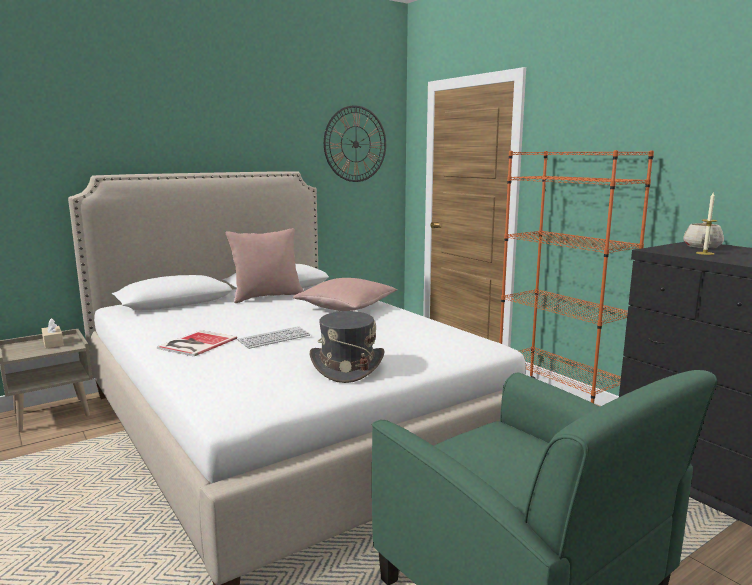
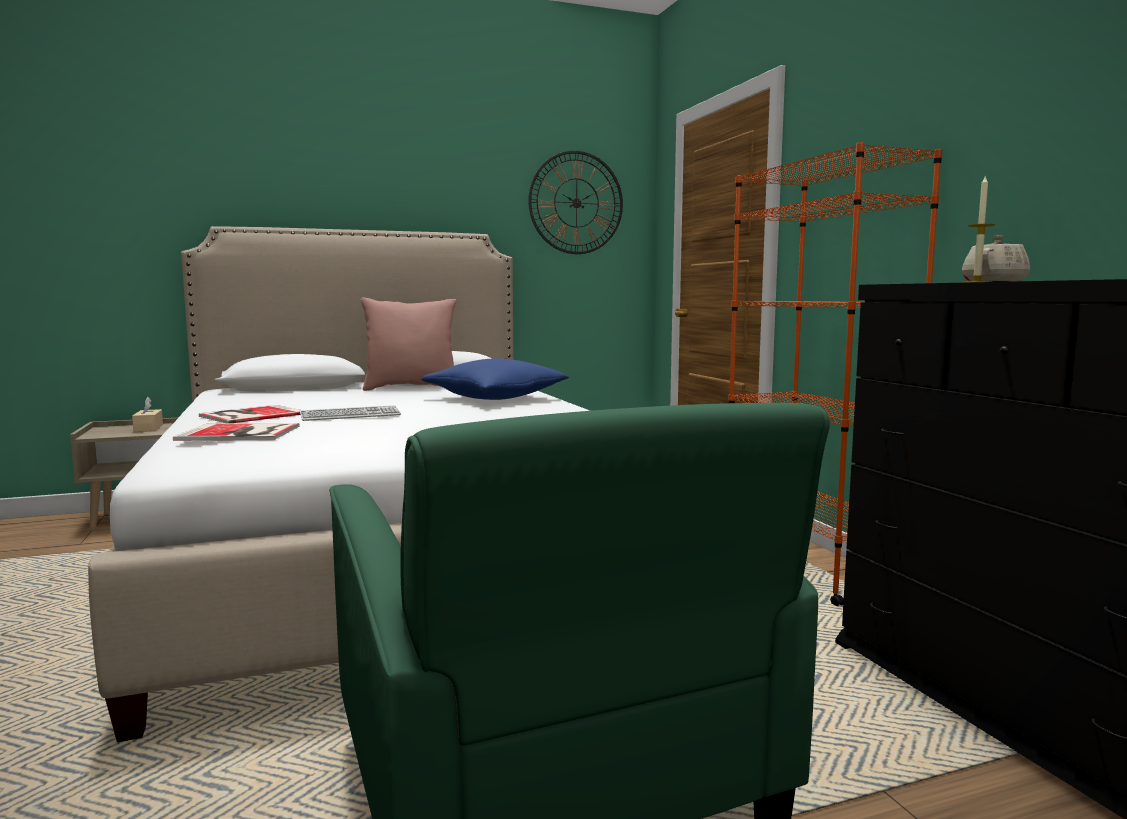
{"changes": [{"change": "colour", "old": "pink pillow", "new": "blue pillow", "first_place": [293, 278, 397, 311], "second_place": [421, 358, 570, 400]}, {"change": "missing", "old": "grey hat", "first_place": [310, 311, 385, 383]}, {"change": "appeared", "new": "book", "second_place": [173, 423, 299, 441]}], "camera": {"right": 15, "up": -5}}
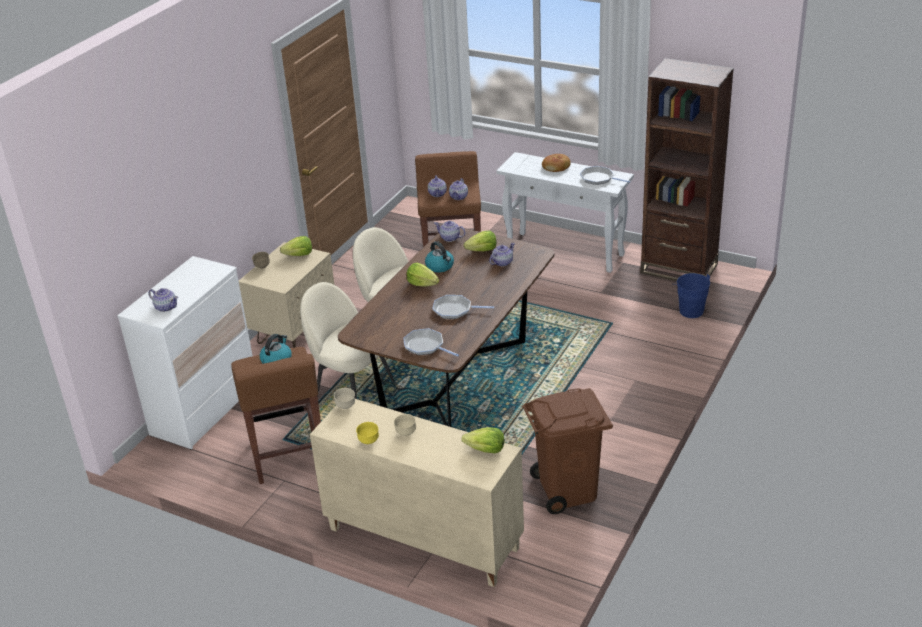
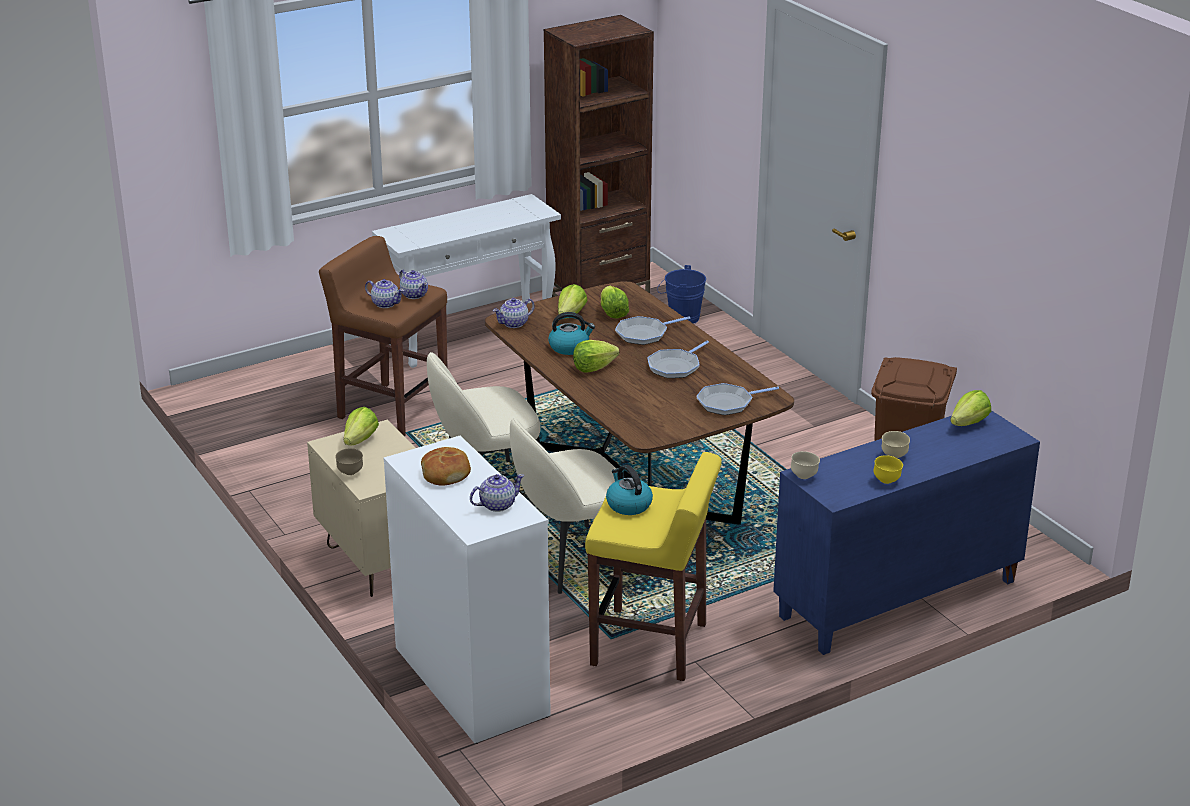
{"changes": [{"change": "relocated", "old": "bread", "first_place": [542, 154, 571, 172], "second_place": [421, 447, 471, 486]}, {"change": "relocated", "old": "frying pan", "first_place": [580, 166, 631, 185], "second_place": [615, 316, 690, 345]}, {"change": "exchanged", "old": "teapot", "new": "lettuce", "first_place": [489, 243, 515, 266], "second_place": [601, 286, 629, 319]}, {"change": "colour", "old": "brown stool", "new": "yellow stool", "first_place": [231, 347, 321, 484], "second_place": [585, 452, 722, 681]}, {"change": "colour", "old": "beige cabinet", "new": "blue cabinet", "first_place": [310, 399, 524, 587], "second_place": [773, 410, 1040, 655]}], "camera": {"right": -60, "up": -5}}
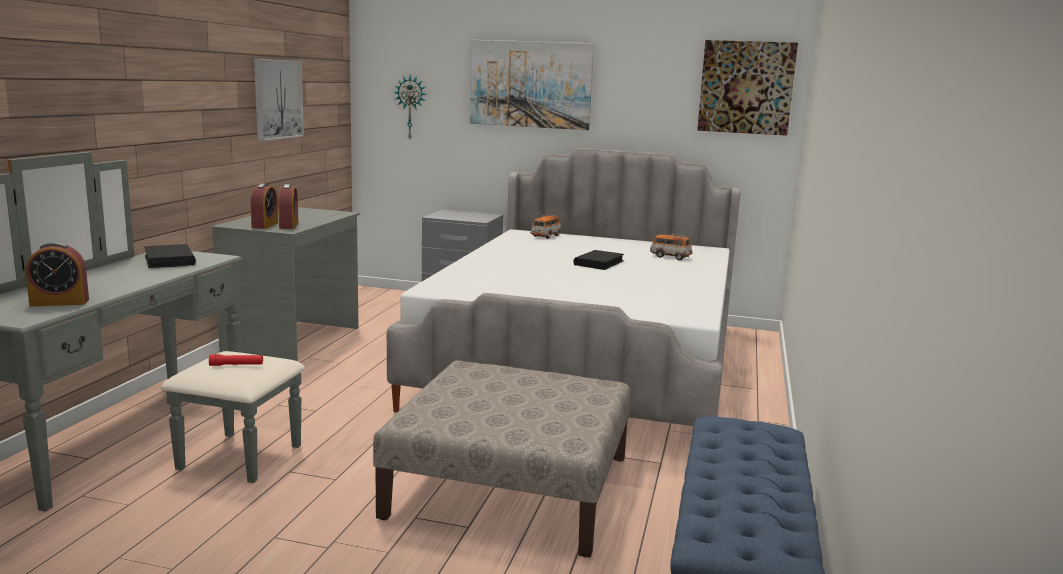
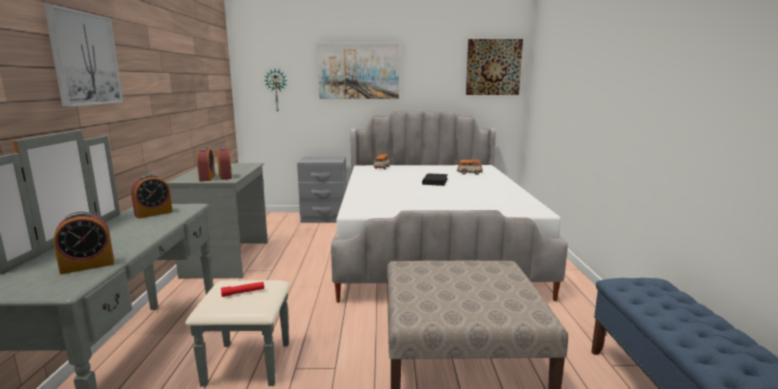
{"changes": [{"change": "relocated", "old": "picture", "first_place": [254, 58, 304, 141], "second_place": [44, 5, 123, 107]}, {"change": "exchanged", "old": "black book", "new": "alarm clock", "first_place": [144, 244, 196, 268], "second_place": [131, 174, 173, 219]}], "camera": {"right": -15, "up": 0}}
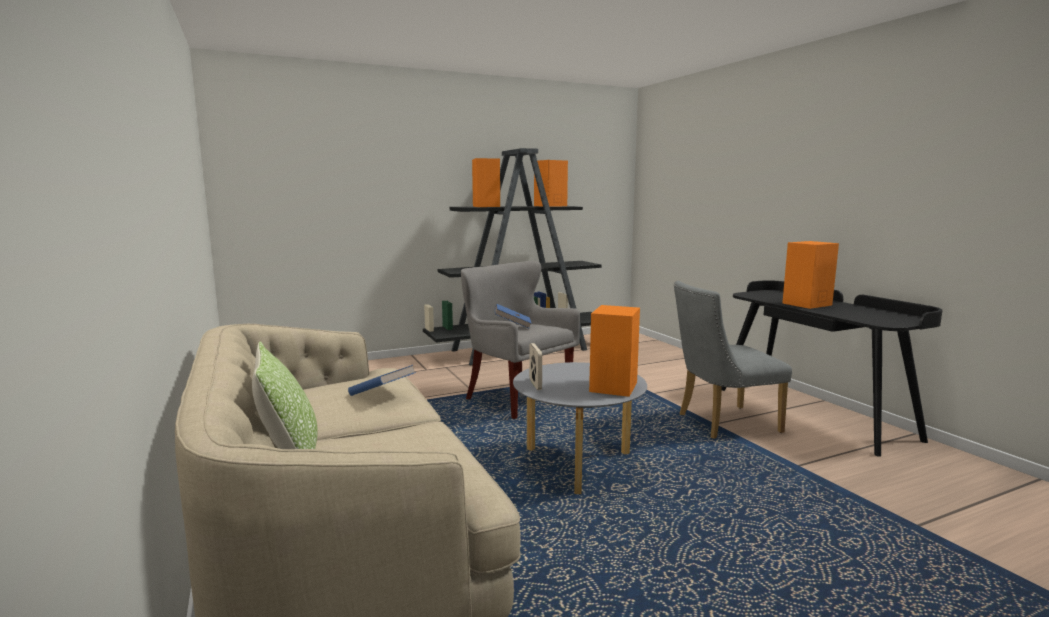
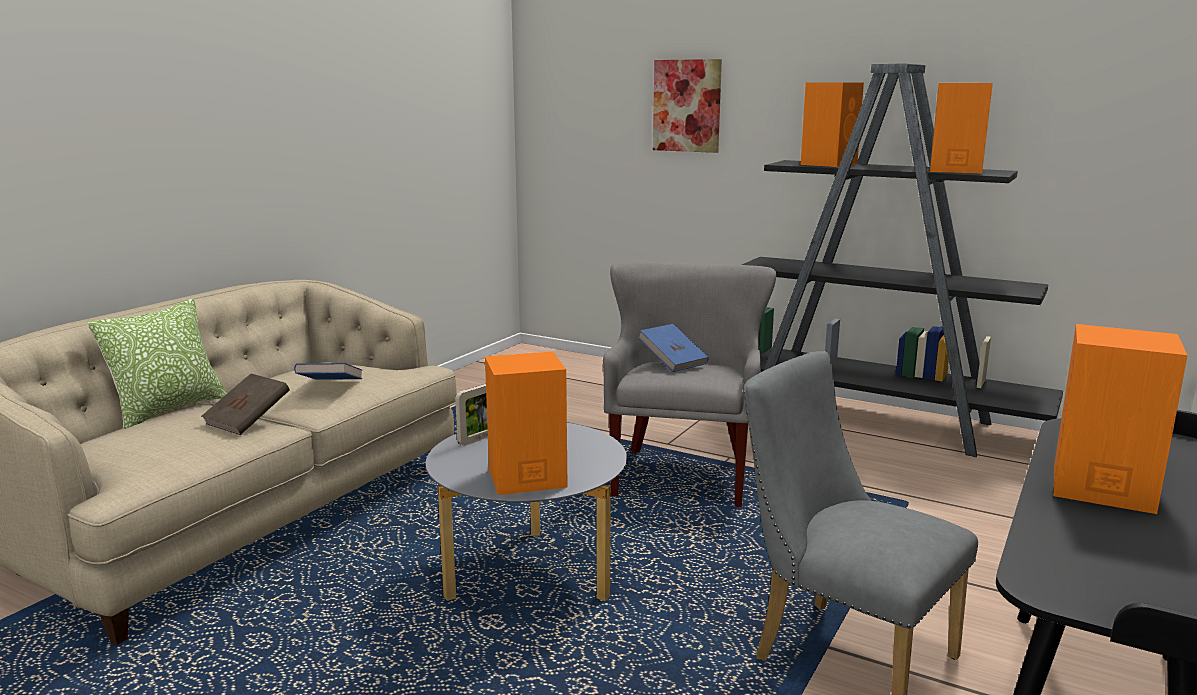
{"changes": [{"change": "appeared", "new": "picture", "second_place": [653, 59, 722, 153]}, {"change": "appeared", "new": "brown book", "second_place": [201, 374, 289, 435]}], "camera": {"right": 55, "up": 5}}
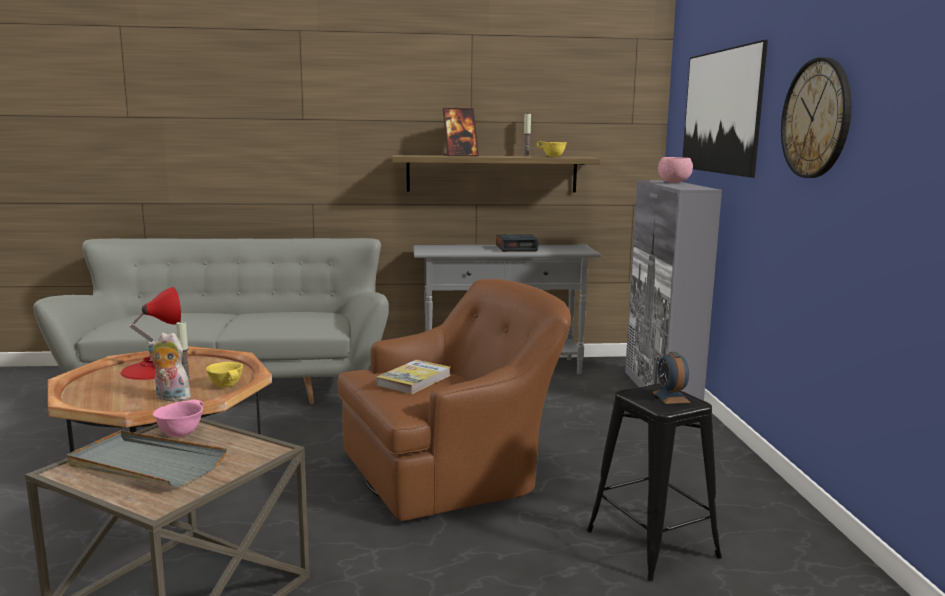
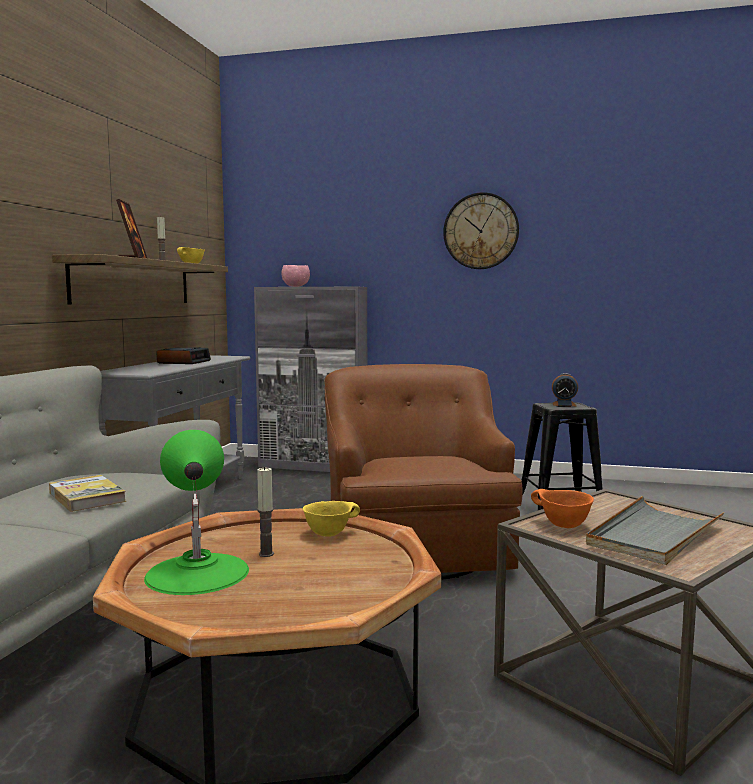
{"changes": [{"change": "missing", "old": "picture", "first_place": [683, 40, 768, 178]}, {"change": "colour", "old": "red table lamp", "new": "green table lamp", "first_place": [120, 287, 181, 380], "second_place": [144, 430, 249, 595]}, {"change": "missing", "old": "plush toy", "first_place": [148, 332, 194, 402]}, {"change": "relocated", "old": "book", "first_place": [376, 360, 451, 394], "second_place": [49, 475, 126, 512]}, {"change": "colour", "old": "pink bowl", "new": "orange bowl", "first_place": [153, 399, 204, 437], "second_place": [531, 489, 594, 528]}], "camera": {"right": -70, "up": -5}}
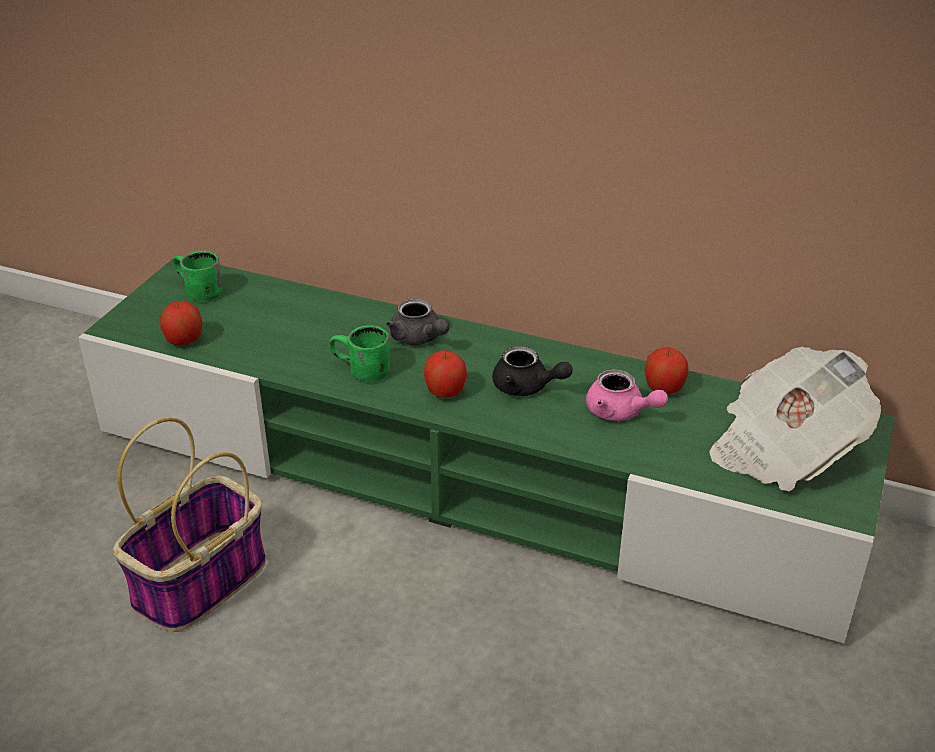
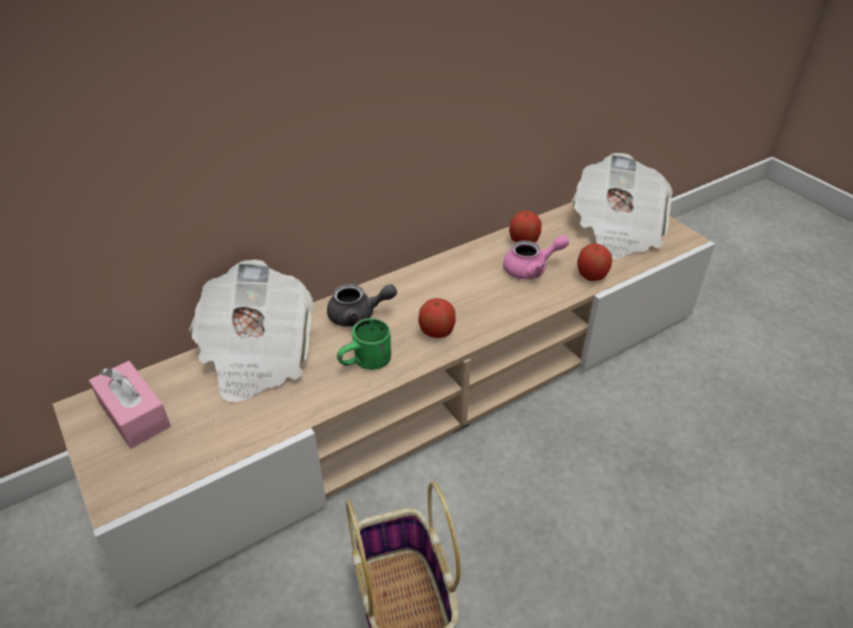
{"changes": [{"change": "exchanged", "old": "green mug", "new": "pink tissue box", "first_place": [173, 251, 222, 302], "second_place": [89, 361, 171, 448]}, {"change": "colour", "old": "green tv stand", "new": "beige tv stand", "first_place": [78, 255, 895, 644], "second_place": [53, 202, 715, 605]}, {"change": "relocated", "old": "apple", "first_place": [160, 301, 203, 346], "second_place": [577, 244, 612, 281]}, {"change": "missing", "old": "black teapot", "first_place": [492, 346, 573, 396]}, {"change": "appeared", "new": "newspaper", "second_place": [189, 260, 314, 403]}], "camera": {"right": -55, "up": 5}}
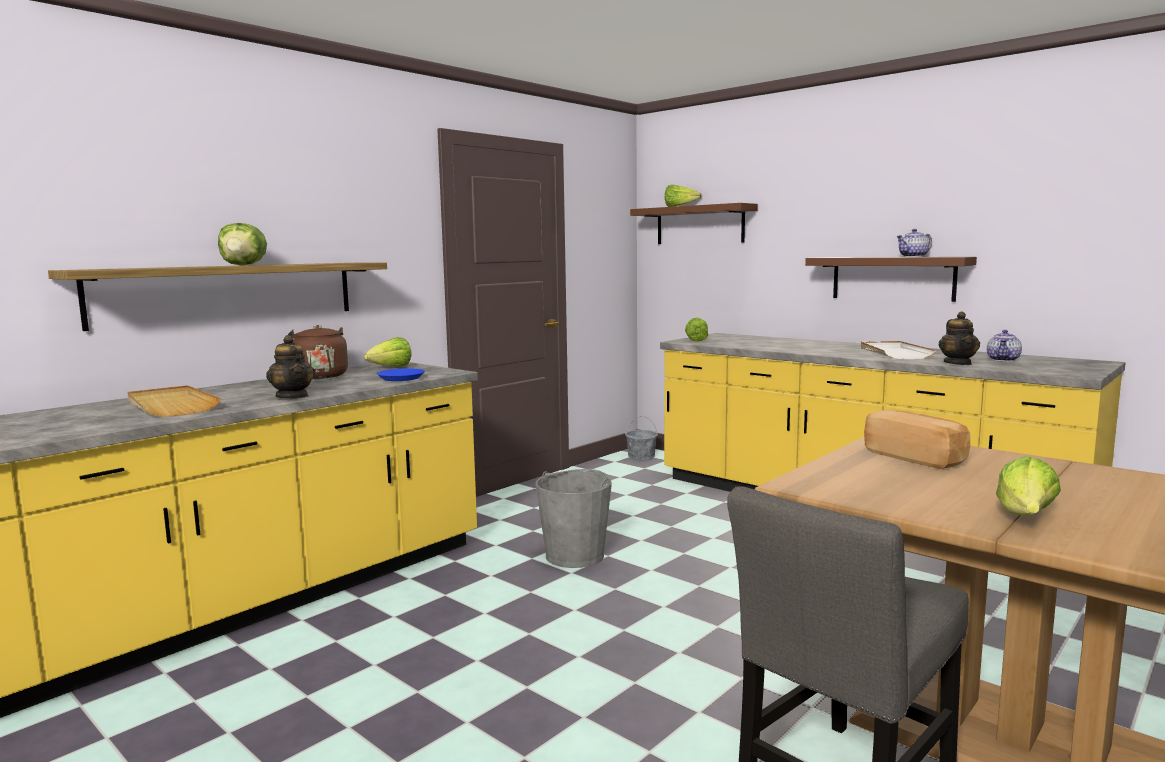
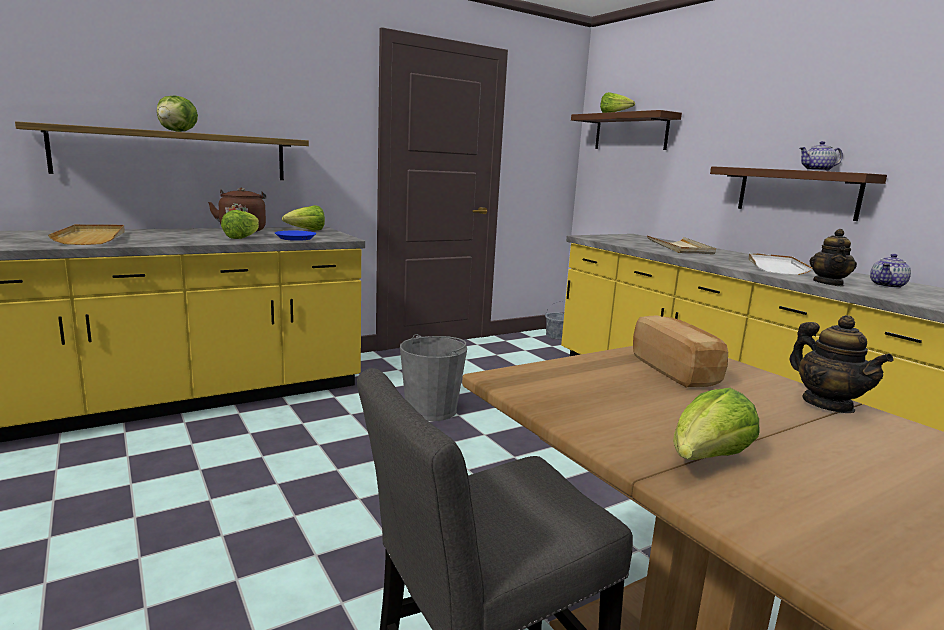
{"changes": [{"change": "relocated", "old": "lettuce", "first_place": [685, 317, 708, 342], "second_place": [221, 210, 259, 239]}, {"change": "relocated", "old": "teapot", "first_place": [266, 335, 315, 399], "second_place": [790, 315, 894, 413]}, {"change": "appeared", "new": "beige tray", "second_place": [647, 236, 716, 254]}], "camera": {"right": 15, "up": 5}}
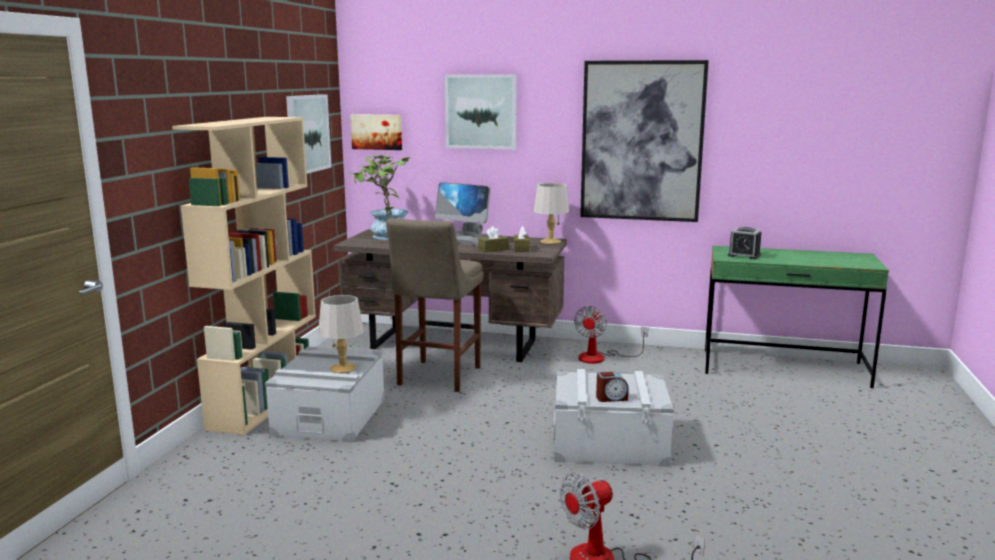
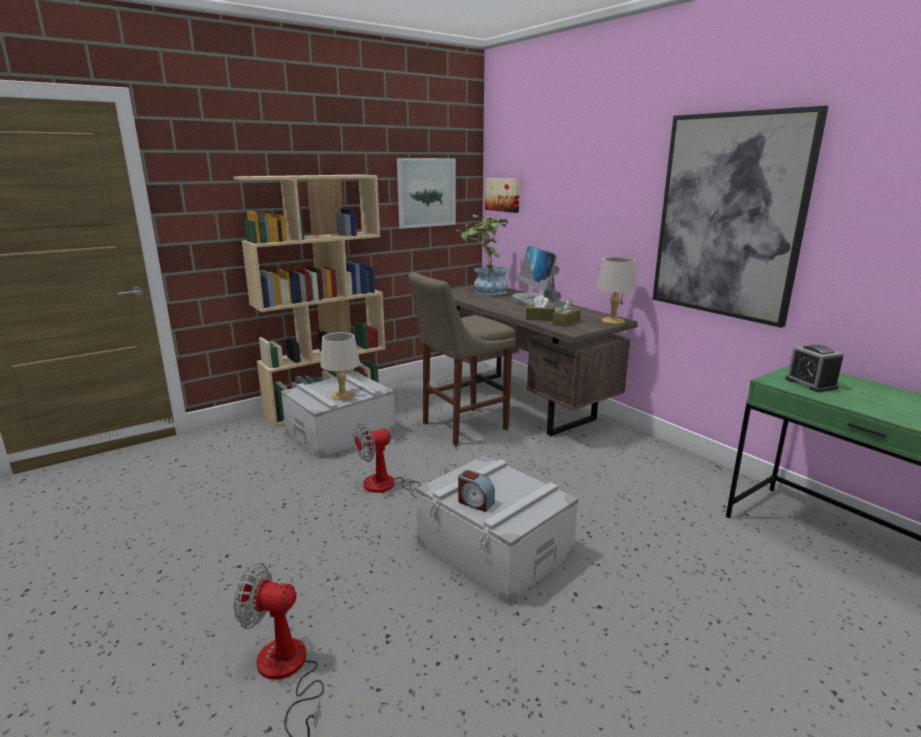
{"changes": [{"change": "missing", "old": "picture", "first_place": [445, 75, 517, 149]}, {"change": "relocated", "old": "fan", "first_place": [574, 306, 648, 364], "second_place": [353, 422, 449, 498]}], "camera": {"right": 40, "up": 5}}
